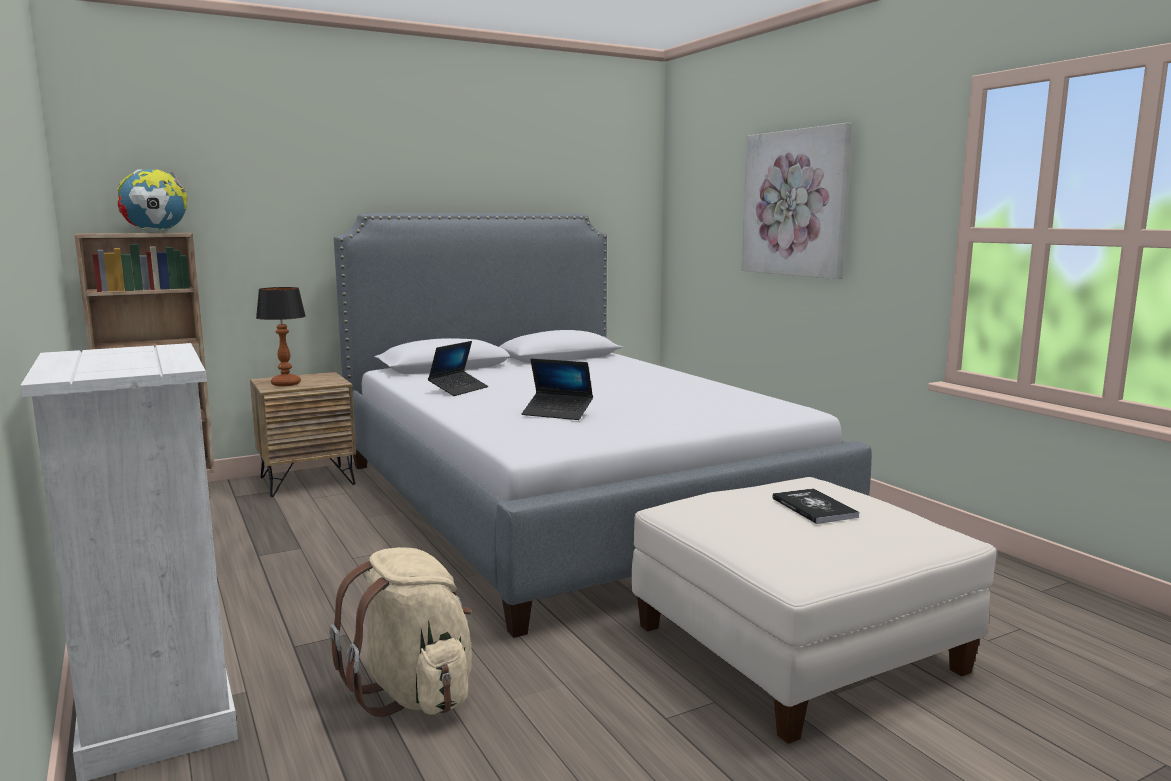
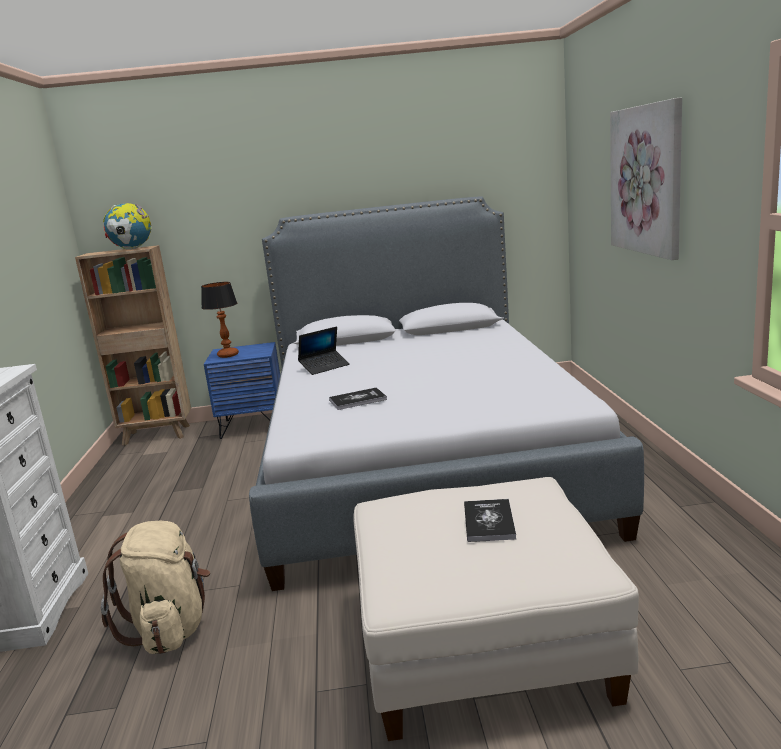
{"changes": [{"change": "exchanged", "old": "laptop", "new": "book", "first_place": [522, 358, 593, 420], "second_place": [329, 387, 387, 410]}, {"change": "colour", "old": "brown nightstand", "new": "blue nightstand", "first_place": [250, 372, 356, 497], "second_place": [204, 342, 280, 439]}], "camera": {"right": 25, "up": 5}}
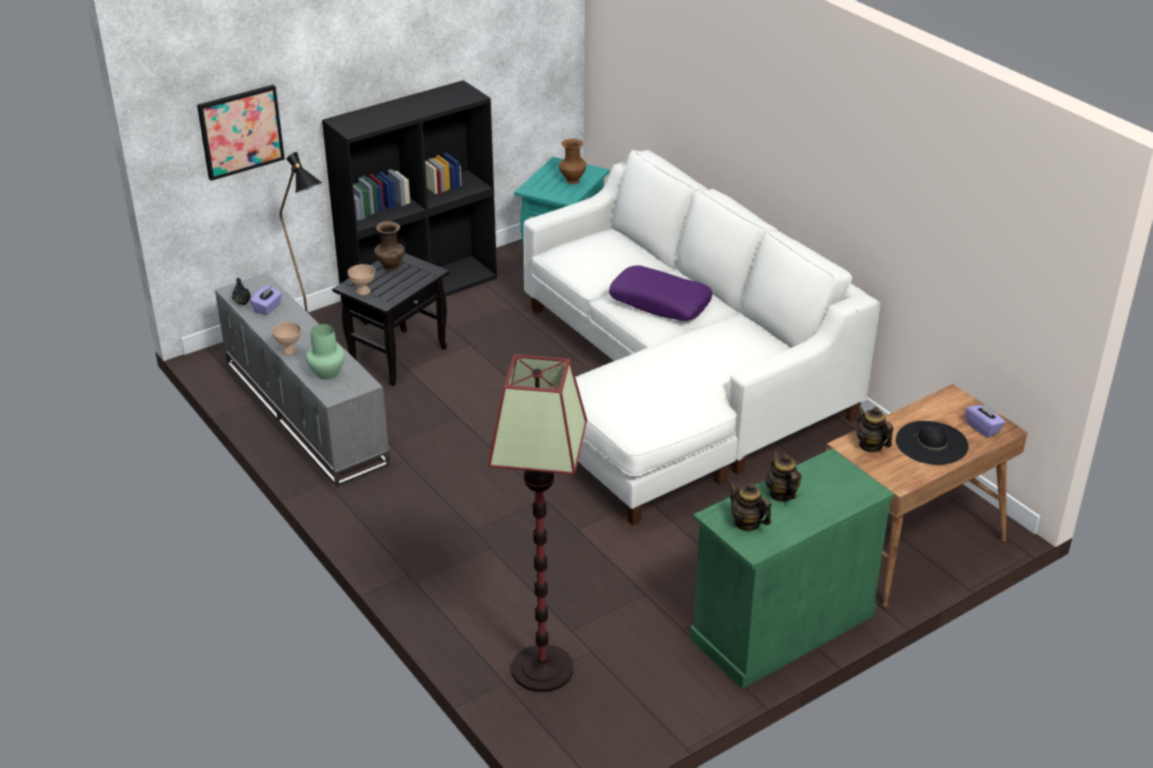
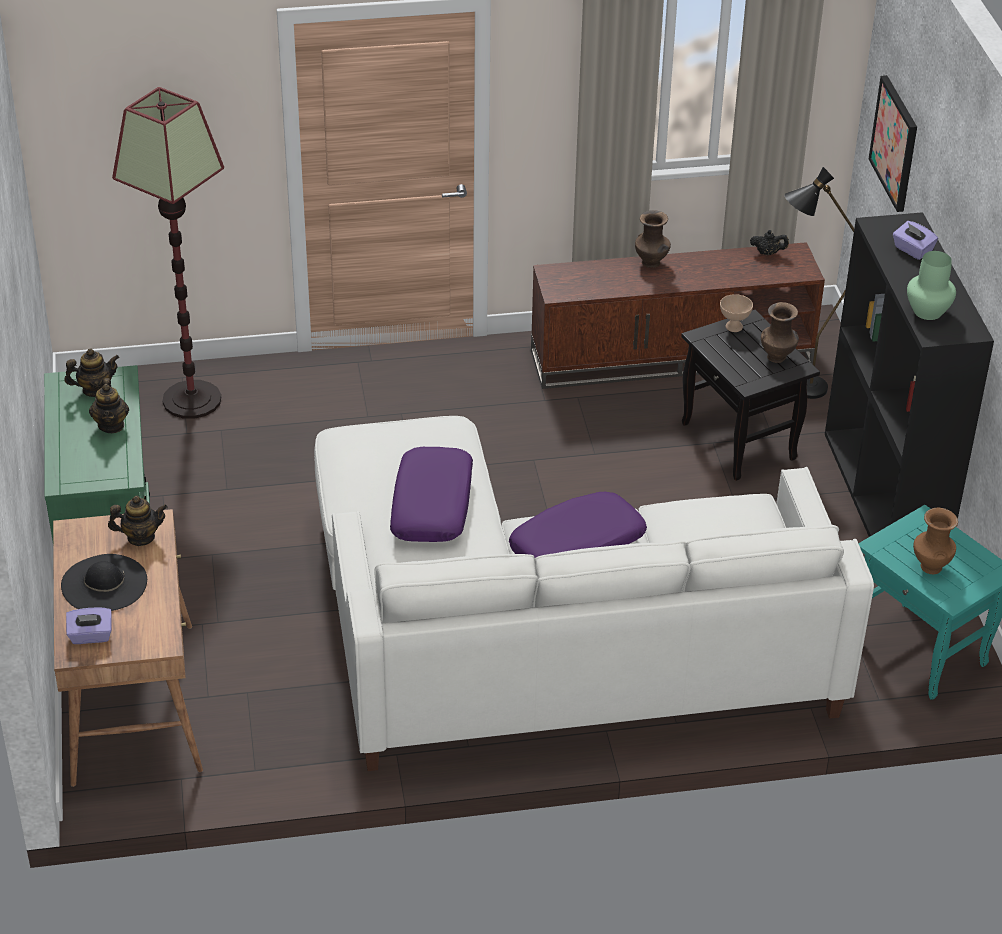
{"changes": [{"change": "colour", "old": "grey tv stand", "new": "brown tv stand", "first_place": [215, 273, 390, 487], "second_place": [531, 242, 825, 389]}, {"change": "relocated", "old": "purple tissue box", "first_place": [250, 285, 282, 315], "second_place": [893, 221, 938, 260]}, {"change": "exchanged", "old": "beige bowl", "new": "brown vase", "first_place": [272, 322, 301, 355], "second_place": [635, 210, 671, 268]}, {"change": "relocated", "old": "green vase", "first_place": [306, 324, 345, 379], "second_place": [907, 251, 956, 320]}, {"change": "spun", "old": "teapot", "first_place": [765, 450, 801, 502], "second_place": [89, 378, 129, 433], "degrees": 75}, {"change": "appeared", "new": "purple pillow", "second_place": [390, 447, 473, 542]}], "camera": {"right": 115, "up": 5}}
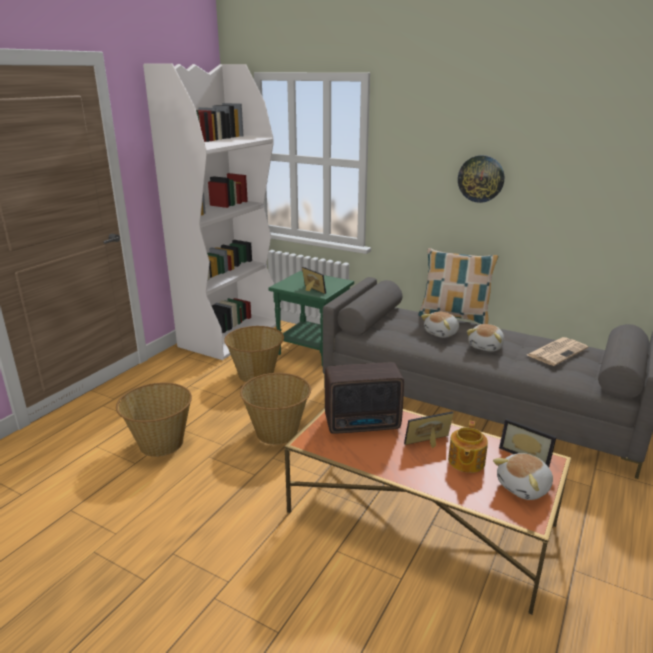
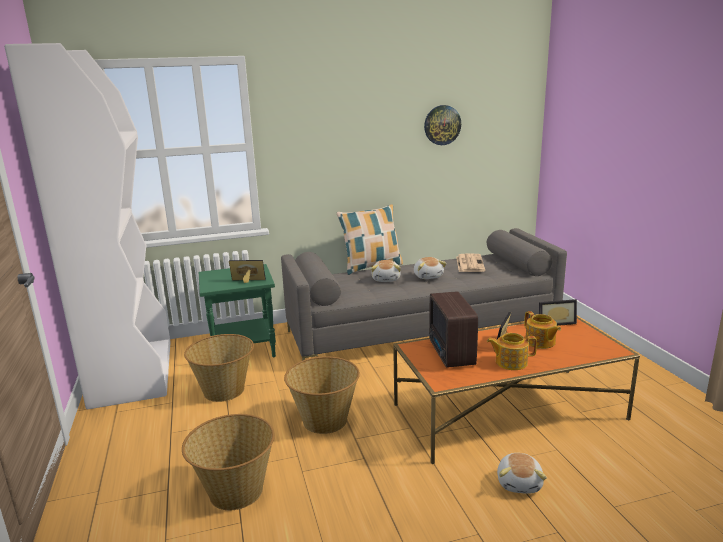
{"changes": [{"change": "relocated", "old": "wall clock", "first_place": [458, 155, 504, 203], "second_place": [424, 105, 461, 145]}, {"change": "spun", "old": "radio", "first_place": [325, 362, 404, 434], "second_place": [429, 291, 478, 368], "degrees": 135}, {"change": "relocated", "old": "plush toy", "first_place": [493, 453, 553, 500], "second_place": [497, 453, 547, 494]}, {"change": "appeared", "new": "teapot", "second_place": [487, 333, 537, 370]}], "camera": {"right": -45, "up": -5}}
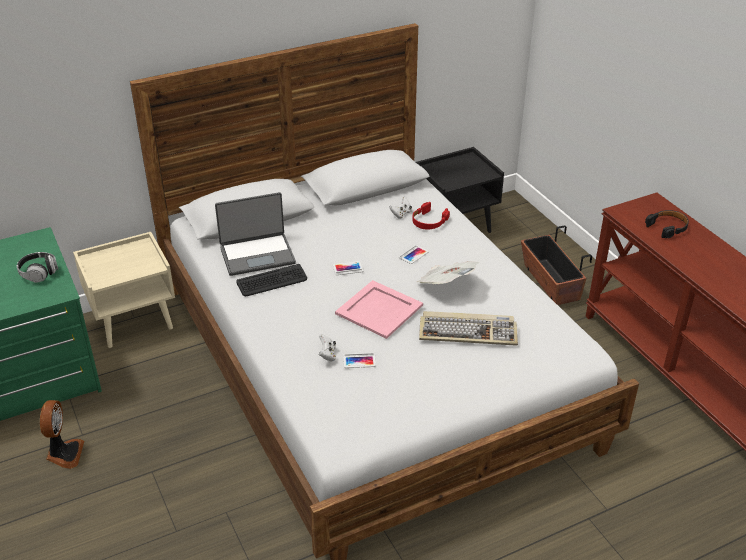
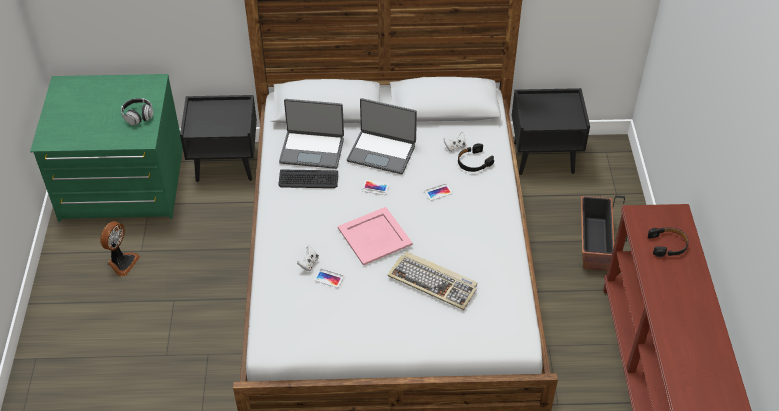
{"changes": [{"change": "colour", "old": "red headphones", "new": "black headphones", "first_place": [412, 202, 450, 229], "second_place": [458, 143, 494, 172]}, {"change": "colour", "old": "beige nightstand", "new": "black nightstand", "first_place": [73, 232, 175, 348], "second_place": [180, 95, 257, 182]}, {"change": "missing", "old": "newspaper", "first_place": [417, 261, 480, 284]}, {"change": "appeared", "new": "laptop", "second_place": [347, 98, 417, 174]}], "camera": {"right": 25, "up": 10}}
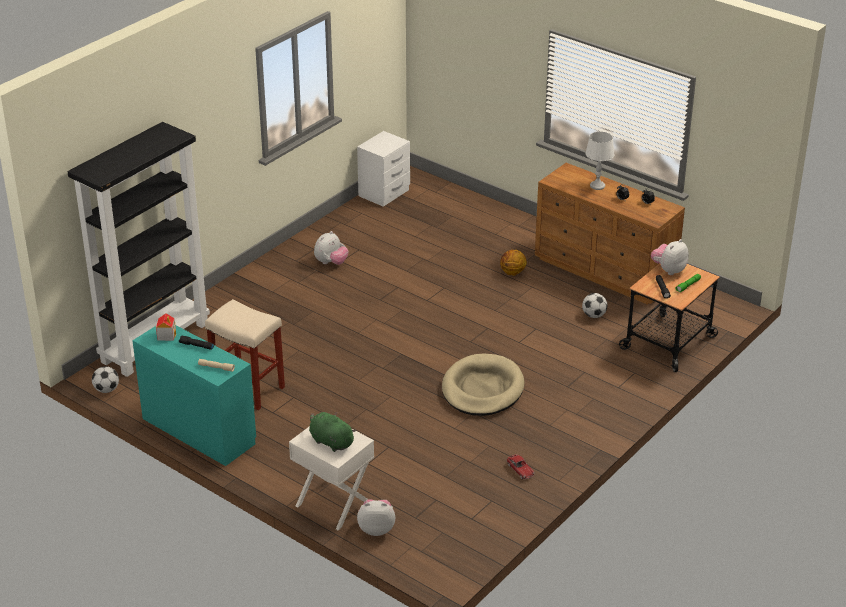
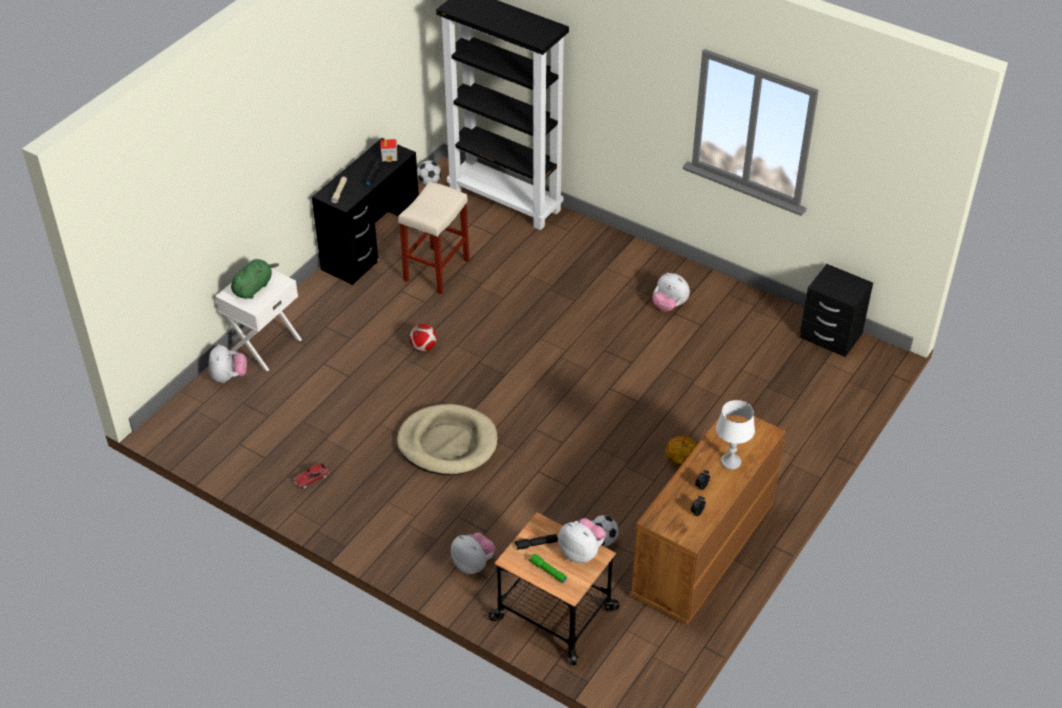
{"changes": [{"change": "colour", "old": "white nightstand", "new": "black nightstand", "first_place": [357, 131, 410, 207], "second_place": [800, 264, 873, 357]}, {"change": "colour", "old": "turquoise desk", "new": "black desk", "first_place": [132, 325, 256, 466], "second_place": [312, 138, 419, 285]}, {"change": "appeared", "new": "football", "second_place": [409, 324, 437, 351]}, {"change": "appeared", "new": "plush toy", "second_place": [451, 533, 496, 574]}], "camera": {"right": 85, "up": 10}}
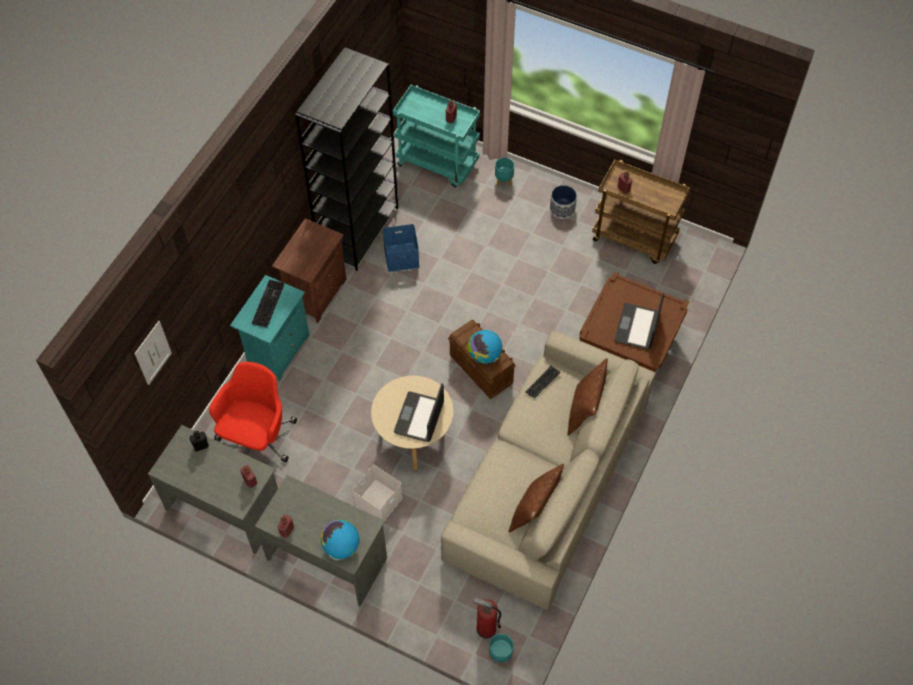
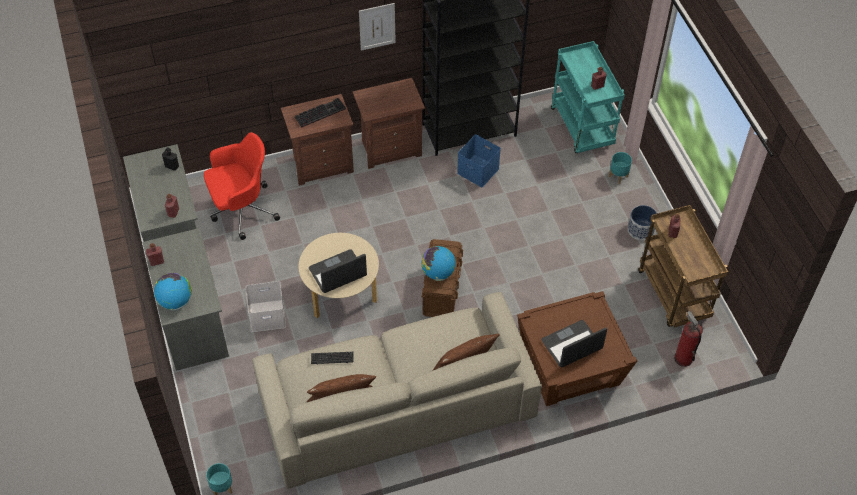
{"changes": [{"change": "colour", "old": "turquoise nightstand", "new": "brown nightstand", "first_place": [230, 275, 310, 381], "second_place": [281, 94, 354, 186]}, {"change": "relocated", "old": "picture", "first_place": [134, 321, 172, 385], "second_place": [359, 3, 396, 51]}, {"change": "relocated", "old": "keyboard", "first_place": [525, 366, 560, 398], "second_place": [311, 352, 354, 364]}, {"change": "relocated", "old": "fire extinguisher", "first_place": [474, 597, 501, 638], "second_place": [674, 311, 703, 367]}], "camera": {"right": 45, "up": -5}}
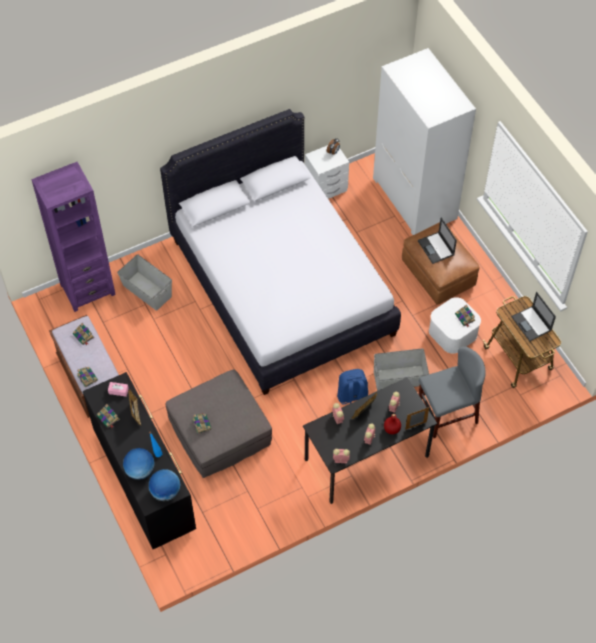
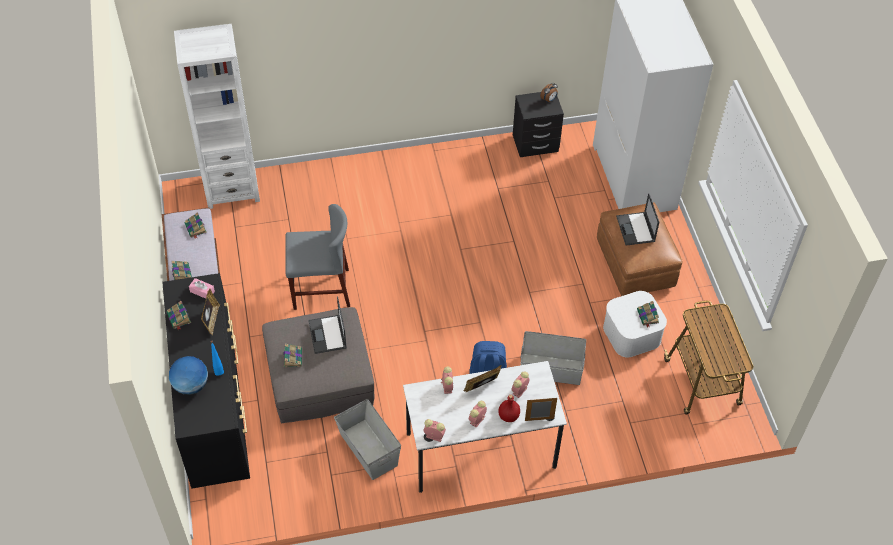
{"changes": [{"change": "missing", "old": "white bed", "first_place": [160, 109, 401, 395]}, {"change": "colour", "old": "white nightstand", "new": "black nightstand", "first_place": [305, 145, 349, 199], "second_place": [513, 92, 564, 157]}, {"change": "colour", "old": "purple bookcase", "new": "white bookcase", "first_place": [31, 162, 116, 312], "second_place": [174, 24, 260, 209]}, {"change": "relocated", "old": "grey storage box", "first_place": [117, 254, 172, 311], "second_place": [334, 399, 401, 480]}, {"change": "relocated", "old": "laptop", "first_place": [511, 292, 556, 341], "second_place": [308, 297, 347, 354]}, {"change": "relocated", "old": "grey chair", "first_place": [419, 346, 486, 438], "second_place": [285, 204, 350, 310]}, {"change": "colour", "old": "black desk", "new": "white desk", "first_place": [303, 377, 437, 504], "second_place": [403, 361, 567, 493]}, {"change": "missing", "old": "globe", "first_place": [149, 469, 180, 501]}], "camera": {"right": 15, "up": -5}}
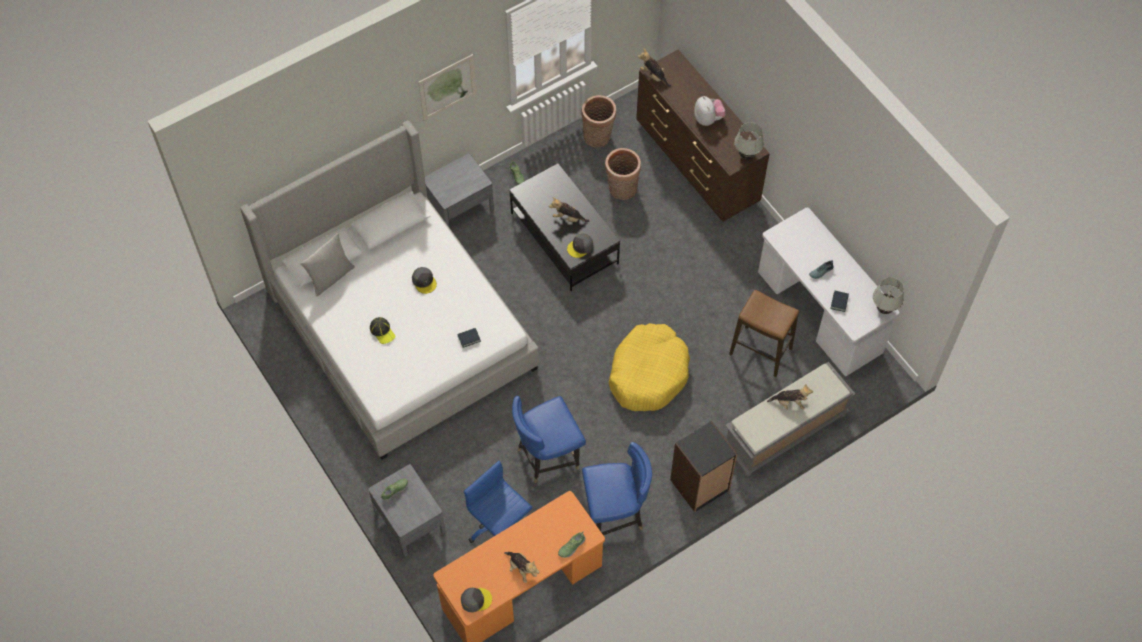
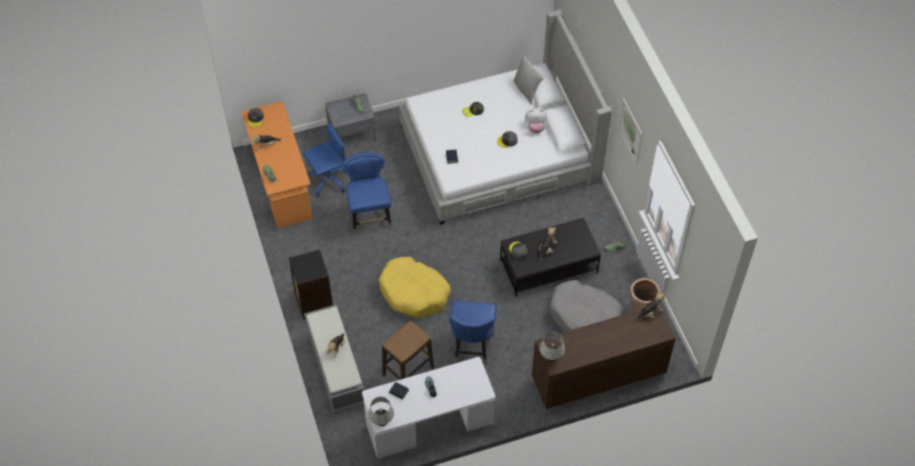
{"changes": [{"change": "relocated", "old": "plush toy", "first_place": [694, 96, 726, 126], "second_place": [525, 108, 547, 133]}, {"change": "exchanged", "old": "basket", "new": "grey dog bed", "first_place": [605, 148, 641, 200], "second_place": [550, 280, 623, 332]}, {"change": "missing", "old": "grey nightstand", "first_place": [425, 154, 494, 228]}, {"change": "relocated", "old": "blue chair", "first_place": [582, 442, 652, 535], "second_place": [449, 301, 496, 363]}], "camera": {"right": 105, "up": -5}}
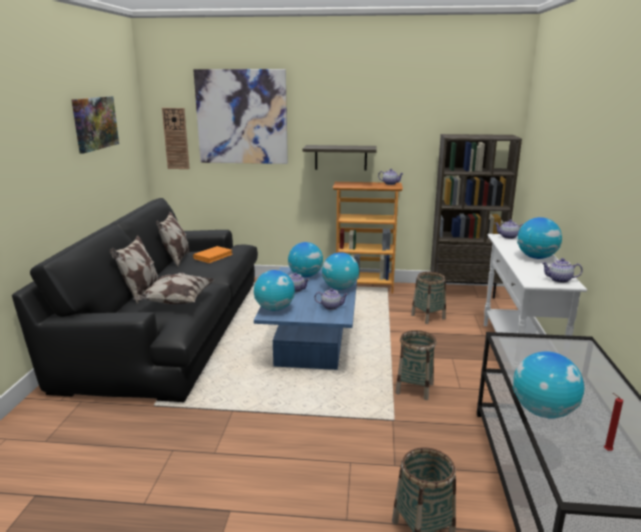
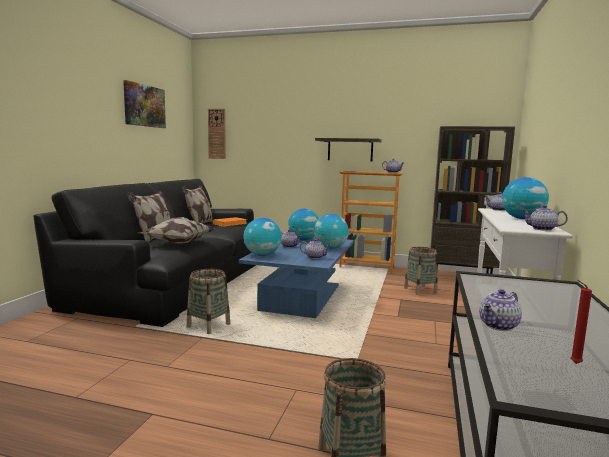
{"changes": [{"change": "missing", "old": "picture", "first_place": [193, 69, 288, 164]}, {"change": "relocated", "old": "basket", "first_place": [396, 330, 436, 400], "second_place": [187, 269, 230, 334]}, {"change": "exchanged", "old": "globe", "new": "teapot", "first_place": [513, 352, 584, 418], "second_place": [479, 289, 522, 331]}], "camera": {"right": 10, "up": -10}}
